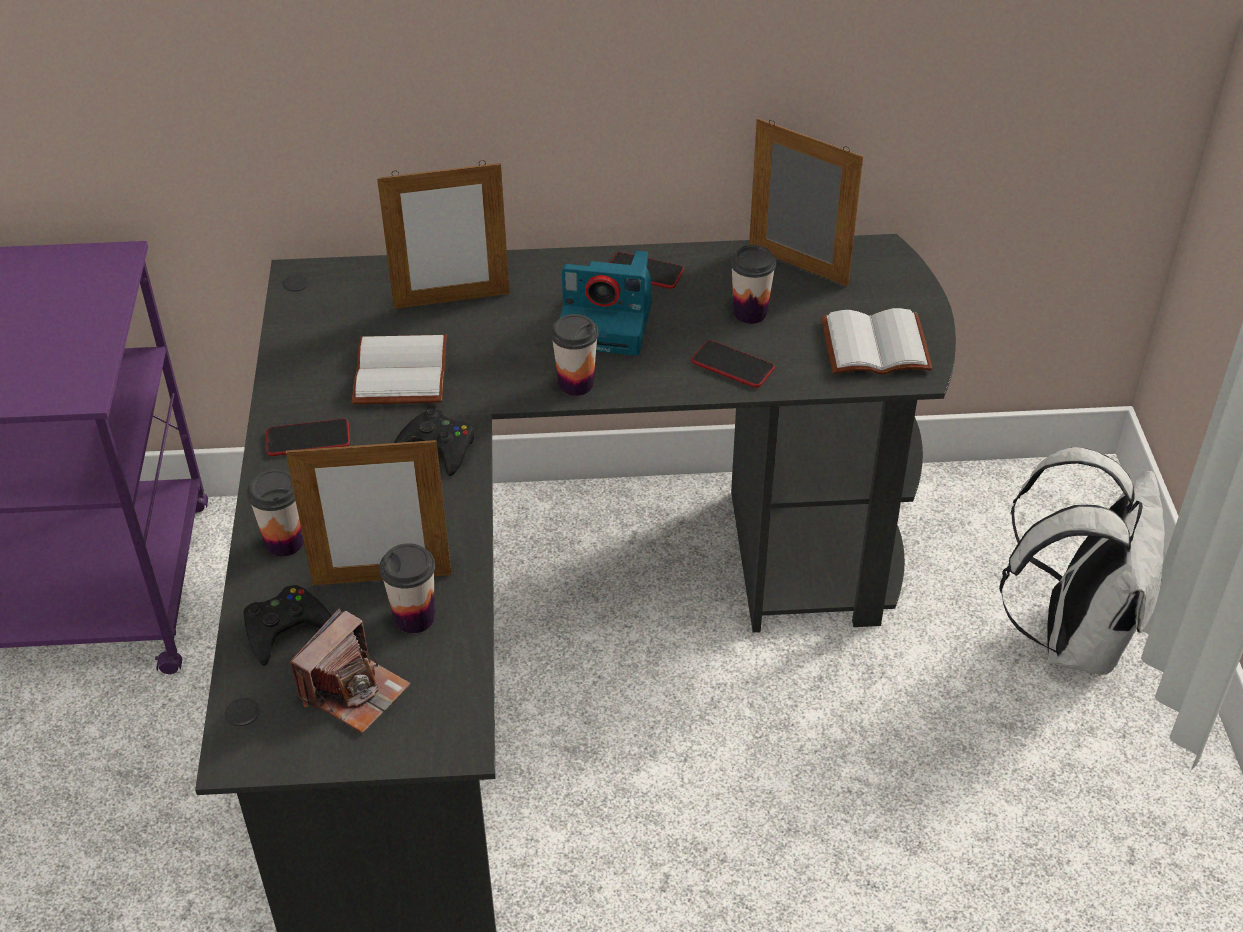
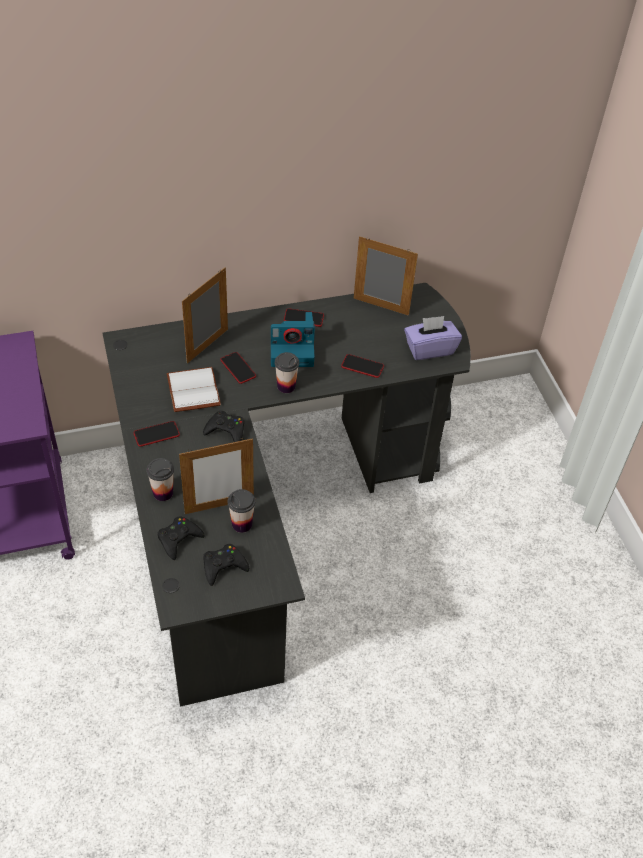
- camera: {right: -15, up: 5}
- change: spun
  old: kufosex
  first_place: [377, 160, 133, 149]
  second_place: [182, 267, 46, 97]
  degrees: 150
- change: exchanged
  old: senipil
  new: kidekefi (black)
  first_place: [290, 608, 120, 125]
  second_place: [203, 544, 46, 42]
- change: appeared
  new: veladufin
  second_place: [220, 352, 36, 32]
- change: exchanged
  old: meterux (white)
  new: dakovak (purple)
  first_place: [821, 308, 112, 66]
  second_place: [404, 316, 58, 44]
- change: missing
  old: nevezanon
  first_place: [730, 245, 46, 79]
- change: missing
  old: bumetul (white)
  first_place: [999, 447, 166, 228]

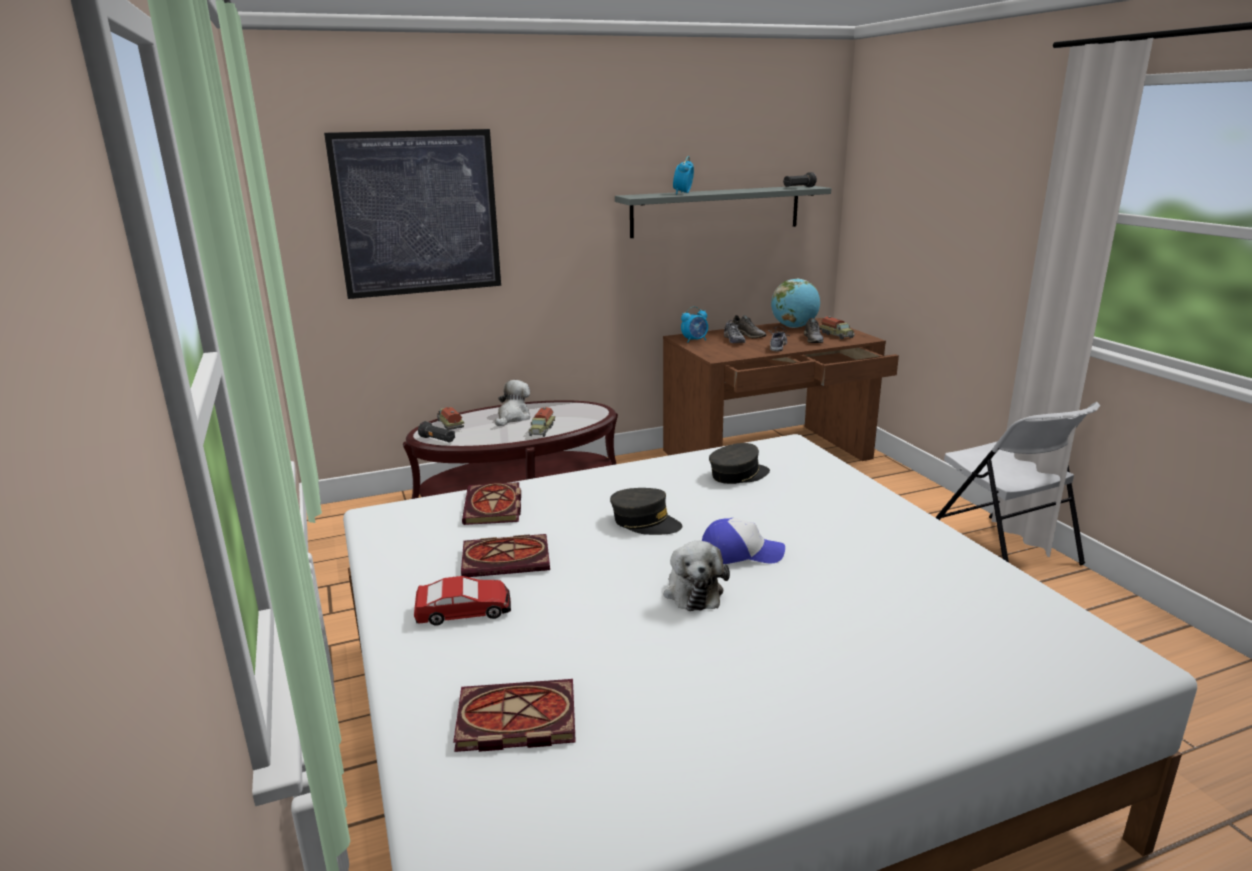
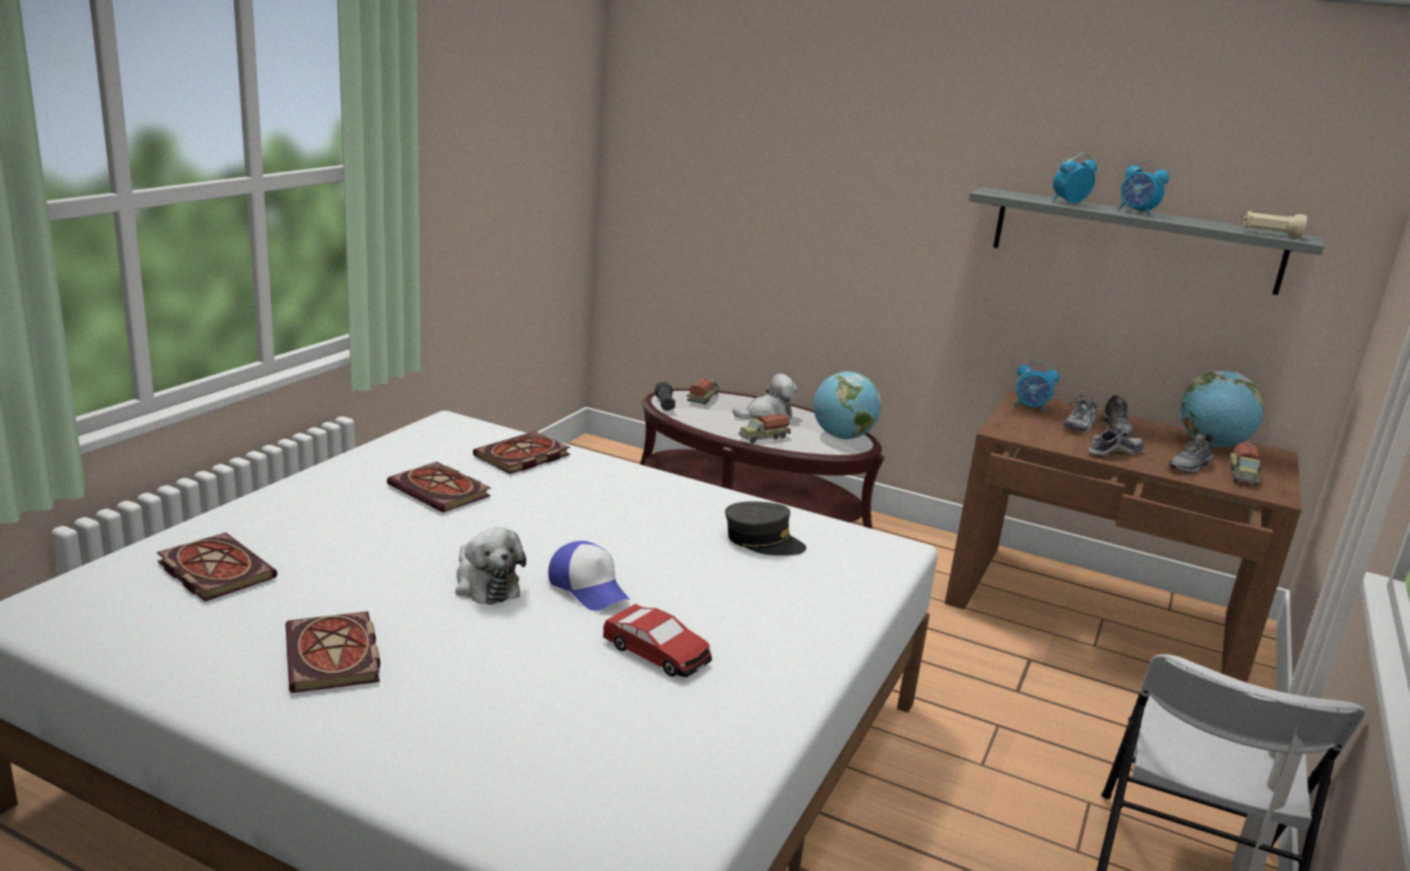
- camera: {right: 45, up: 0}
- change: appeared
  new: meterux
  second_place: [285, 611, 95, 82]
- change: spun
  old: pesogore
  first_place: [664, 541, 66, 70]
  second_place: [455, 527, 71, 78]
  degrees: -75
- change: relocated
  old: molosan
  first_place: [414, 576, 97, 50]
  second_place: [603, 604, 109, 73]
- change: appeared
  new: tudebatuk
  second_place: [813, 371, 69, 68]
- change: appeared
  new: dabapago
  second_place: [1118, 160, 51, 55]
- change: colour
  old: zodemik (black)
  new: zodemik (beige)
  first_place: [783, 172, 34, 15]
  second_place: [1243, 211, 64, 27]
- change: missing
  old: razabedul
  first_place: [324, 129, 177, 170]
- change: missing
  old: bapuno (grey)
  first_place: [610, 488, 72, 47]

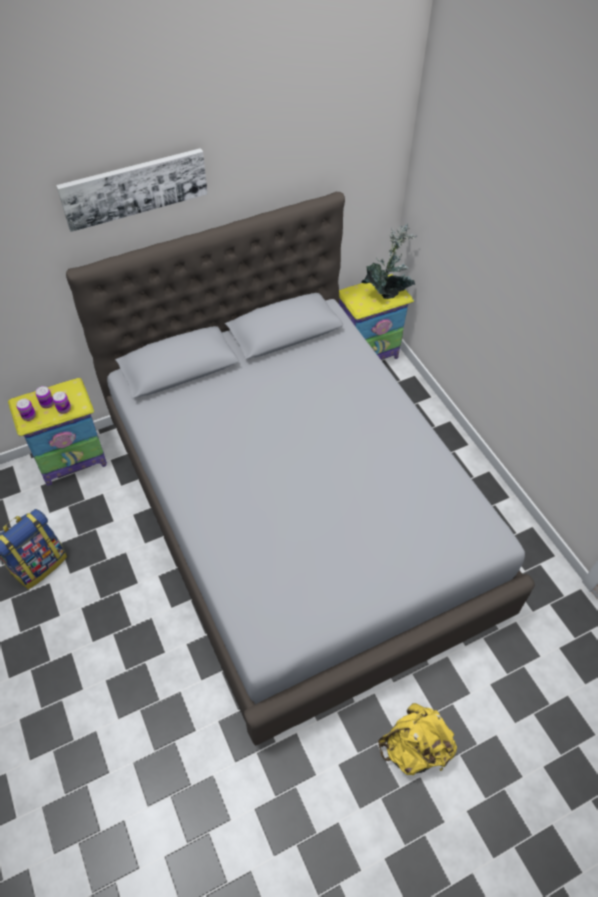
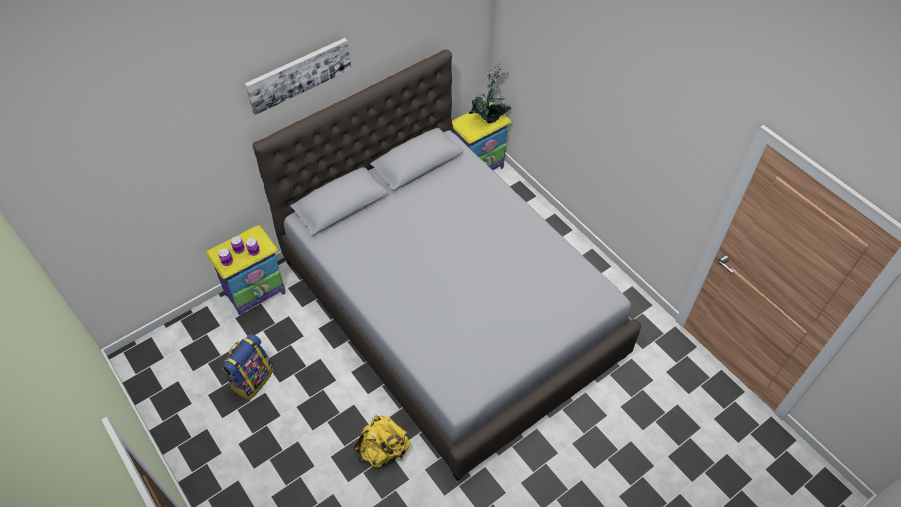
- camera: {right: -10, up: 0}
- change: relocated
  old: bumetul (yellow)
  first_place: [378, 703, 79, 72]
  second_place: [354, 415, 56, 52]

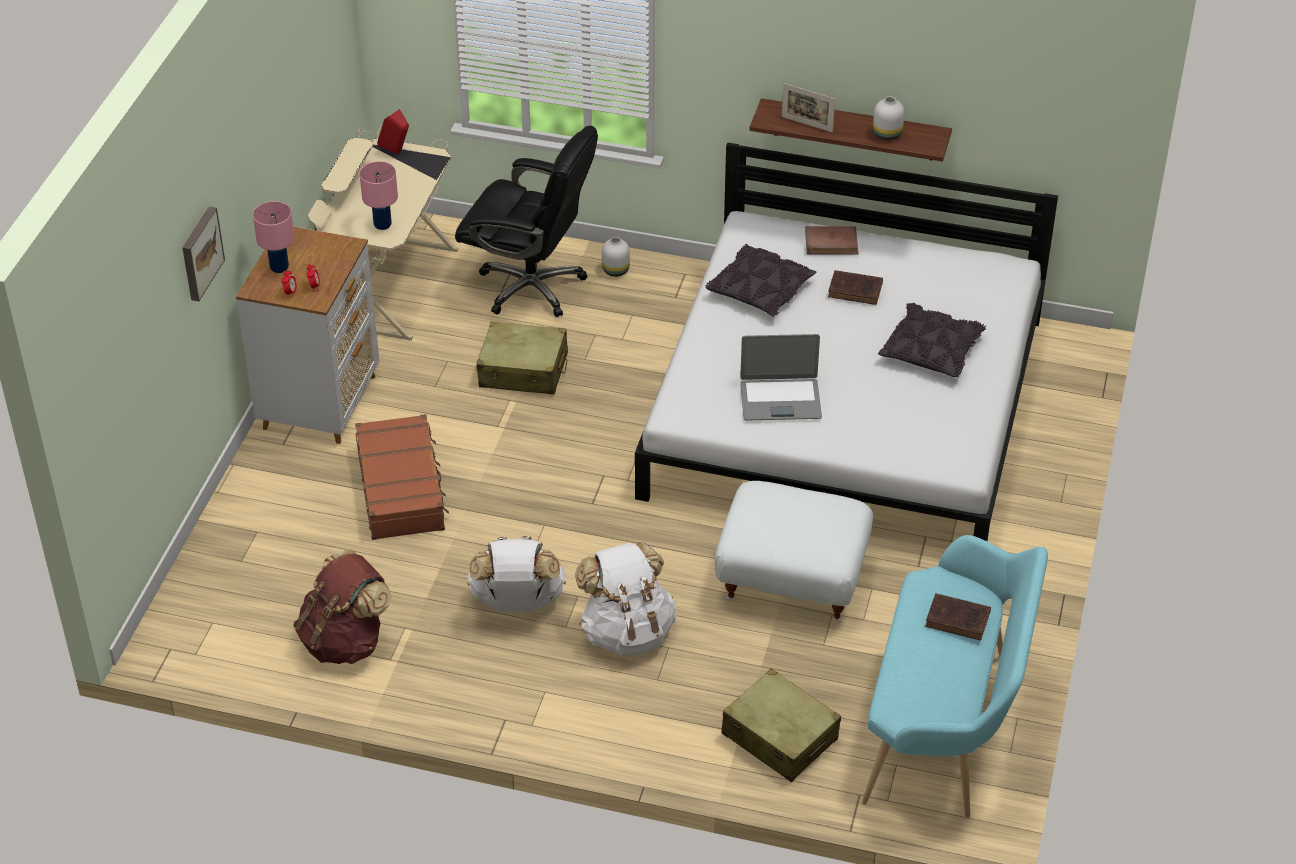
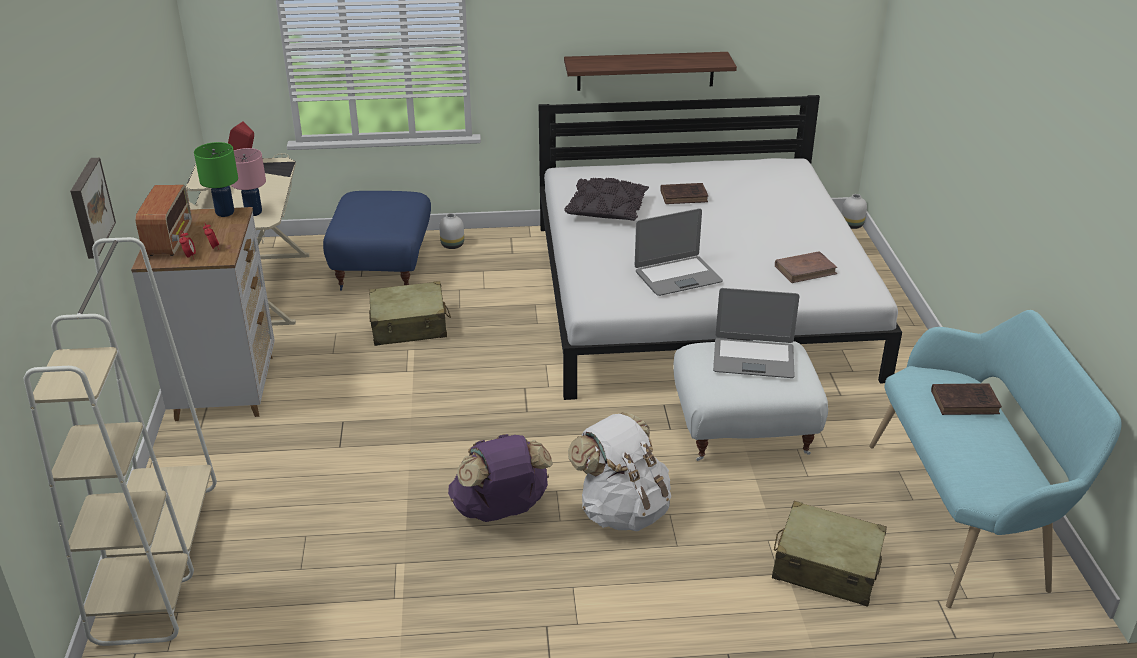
- camera: {right: -20, up: -10}
- change: appeared
  new: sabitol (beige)
  second_place: [24, 237, 193, 409]
- change: exchanged
  old: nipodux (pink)
  new: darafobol
  first_place: [253, 201, 41, 72]
  second_place: [135, 185, 57, 71]
- change: appeared
  new: nipodux (green)
  second_place: [194, 142, 44, 75]
- change: exchanged
  old: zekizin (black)
  new: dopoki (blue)
  first_place: [455, 126, 143, 191]
  second_place: [323, 191, 108, 100]
- change: colour
  old: bumetul (white)
  new: bumetul (purple)
  first_place: [467, 536, 99, 76]
  second_place: [448, 434, 105, 88]
- change: appeared
  new: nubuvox
  second_place: [713, 288, 86, 90]
- change: relocated
  old: meterux (brown)
  first_place: [805, 226, 54, 28]
  second_place: [775, 251, 63, 32]
- change: relocated
  old: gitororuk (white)
  first_place: [873, 96, 31, 45]
  second_place: [842, 194, 25, 35]
- change: missing
  old: bumetul (brown)
  first_place: [293, 549, 99, 115]
- change: missing
  old: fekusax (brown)
  first_place: [355, 414, 94, 126]
- change: missing
  old: kufosex
  first_place: [782, 83, 53, 50]
- change: missing
  old: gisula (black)
  first_place: [878, 303, 108, 74]

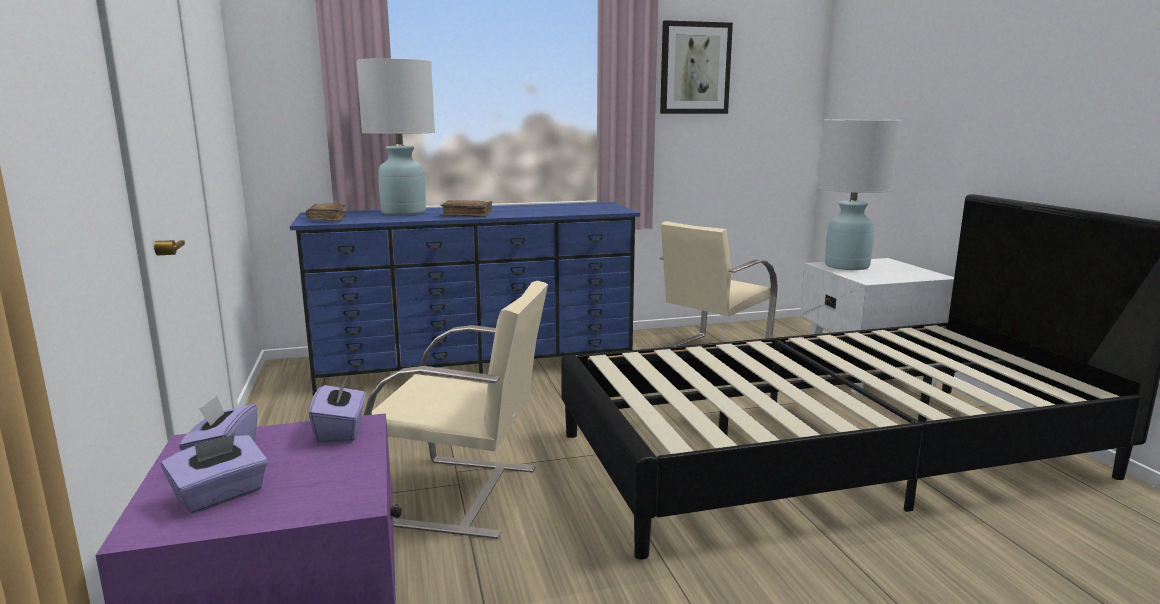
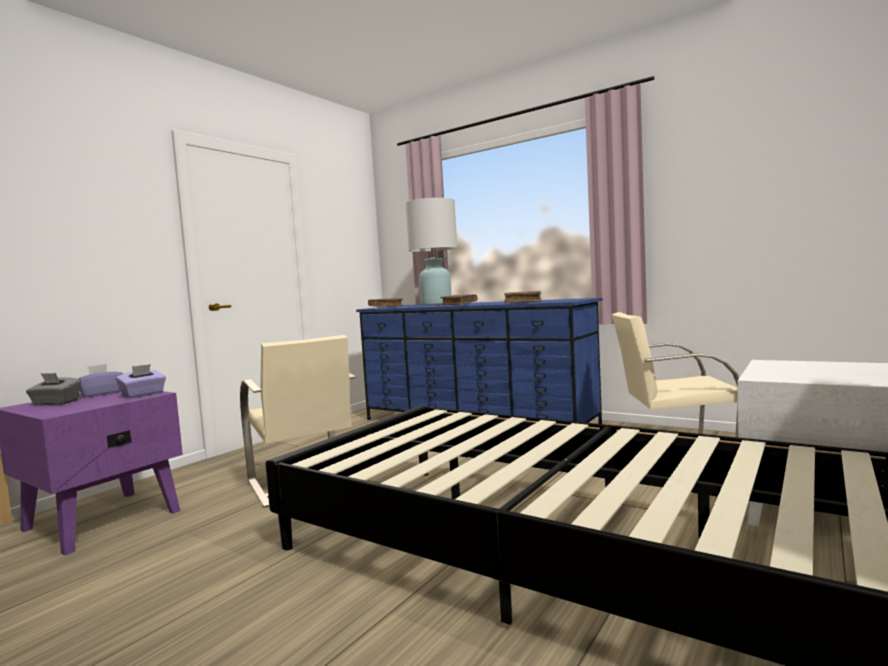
- camera: {right: 50, up: -10}
- change: colour
  old: dakovak (purple)
  new: dakovak (grey)
  first_place: [161, 434, 107, 80]
  second_place: [26, 373, 55, 33]
- change: appeared
  new: meterux (brown)
  second_place: [504, 291, 38, 13]
- change: missing
  old: razabedul
  first_place: [660, 20, 73, 94]
- change: missing
  old: nipodux (white)
  first_place: [818, 119, 82, 151]

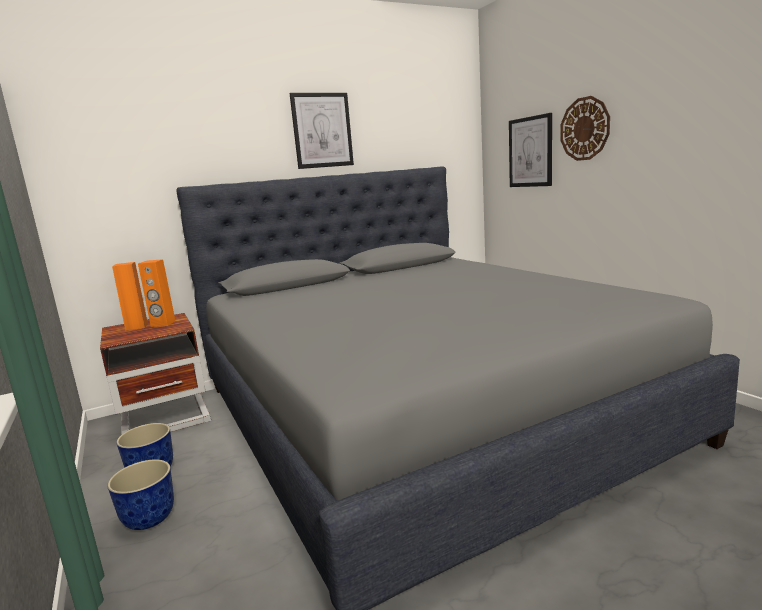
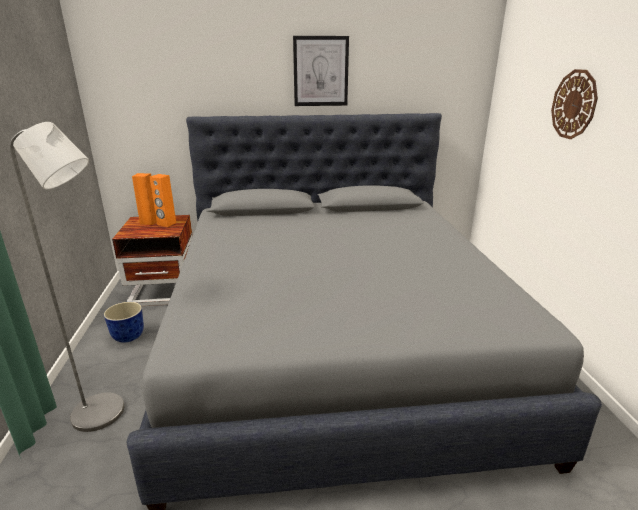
- camera: {right: 20, up: 10}
- change: appeared
  new: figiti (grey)
  second_place: [10, 122, 115, 310]
- change: missing
  old: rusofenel
  first_place: [107, 459, 67, 71]
- change: missing
  old: razabedul
  first_place: [509, 113, 43, 74]

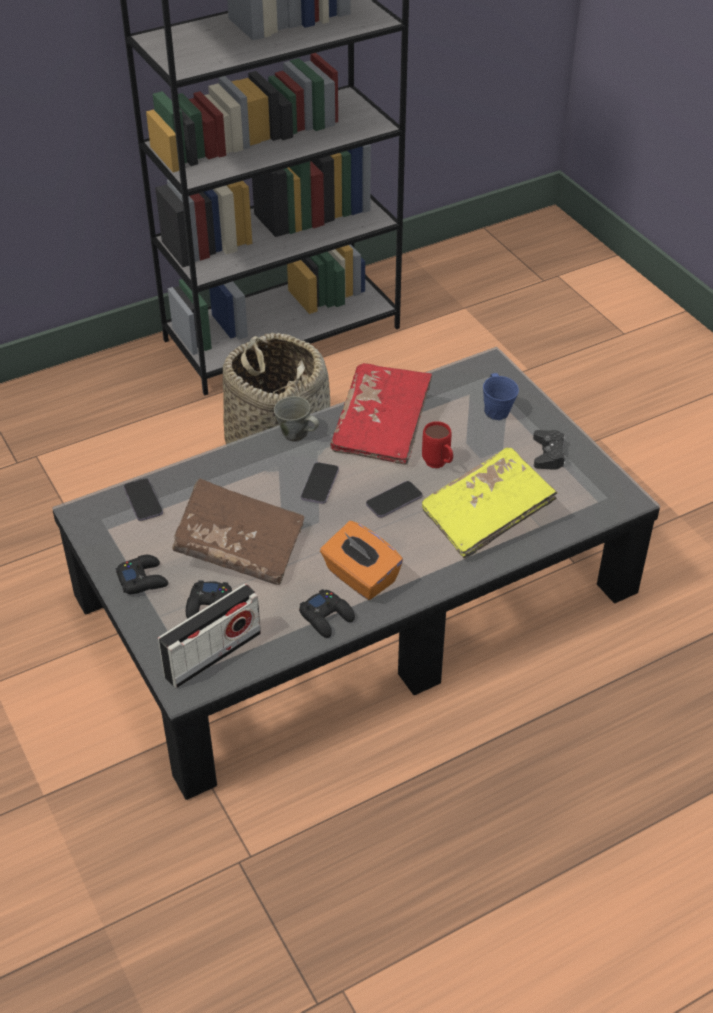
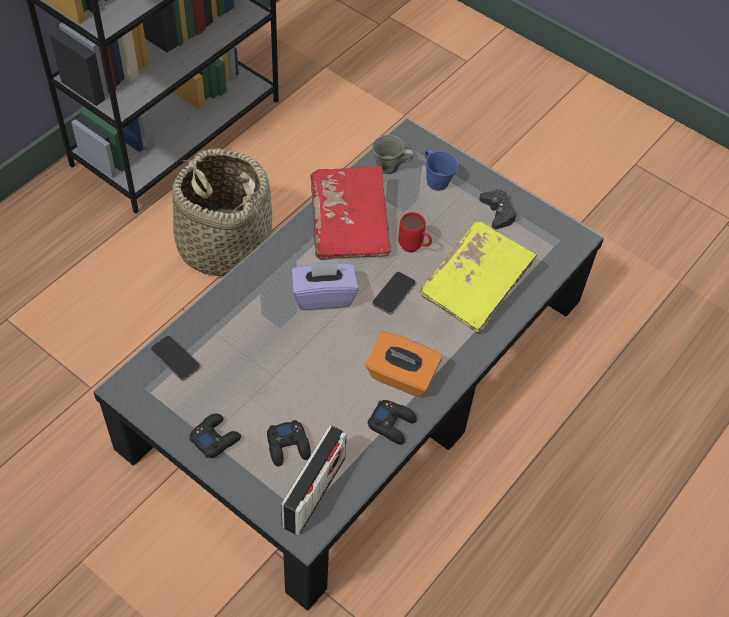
- camera: {right: -25, up: 10}
- change: exchanged
  old: veladufin
  new: dakovak (purple)
  first_place: [301, 462, 38, 42]
  second_place: [291, 261, 67, 49]
- change: relocated
  old: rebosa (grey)
  first_place: [274, 396, 45, 46]
  second_place: [372, 135, 42, 39]
- change: missing
  old: meterux (brown)
  first_place: [172, 478, 132, 107]

